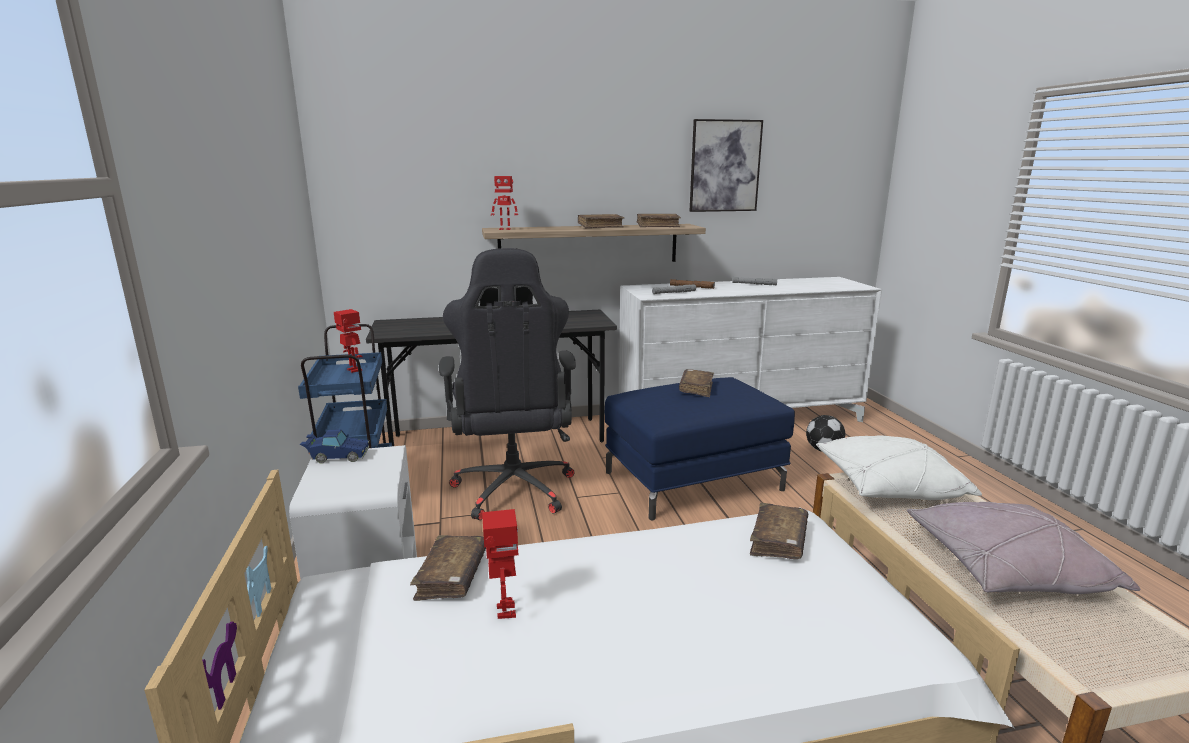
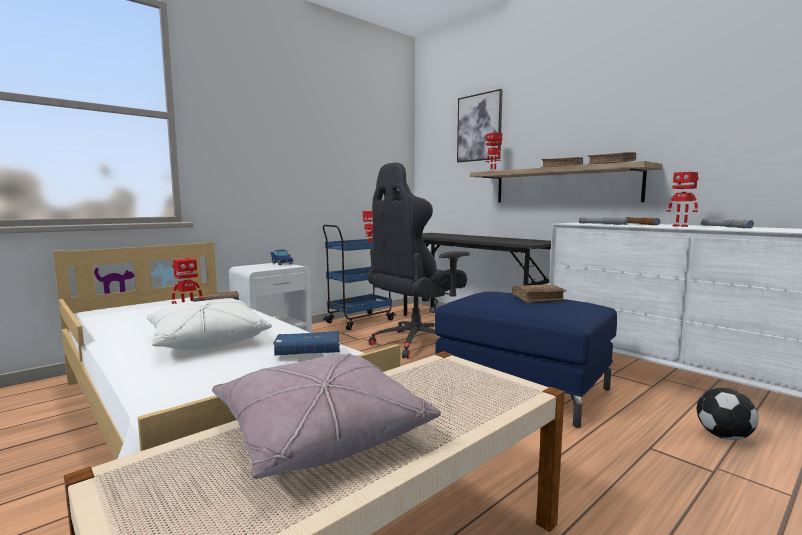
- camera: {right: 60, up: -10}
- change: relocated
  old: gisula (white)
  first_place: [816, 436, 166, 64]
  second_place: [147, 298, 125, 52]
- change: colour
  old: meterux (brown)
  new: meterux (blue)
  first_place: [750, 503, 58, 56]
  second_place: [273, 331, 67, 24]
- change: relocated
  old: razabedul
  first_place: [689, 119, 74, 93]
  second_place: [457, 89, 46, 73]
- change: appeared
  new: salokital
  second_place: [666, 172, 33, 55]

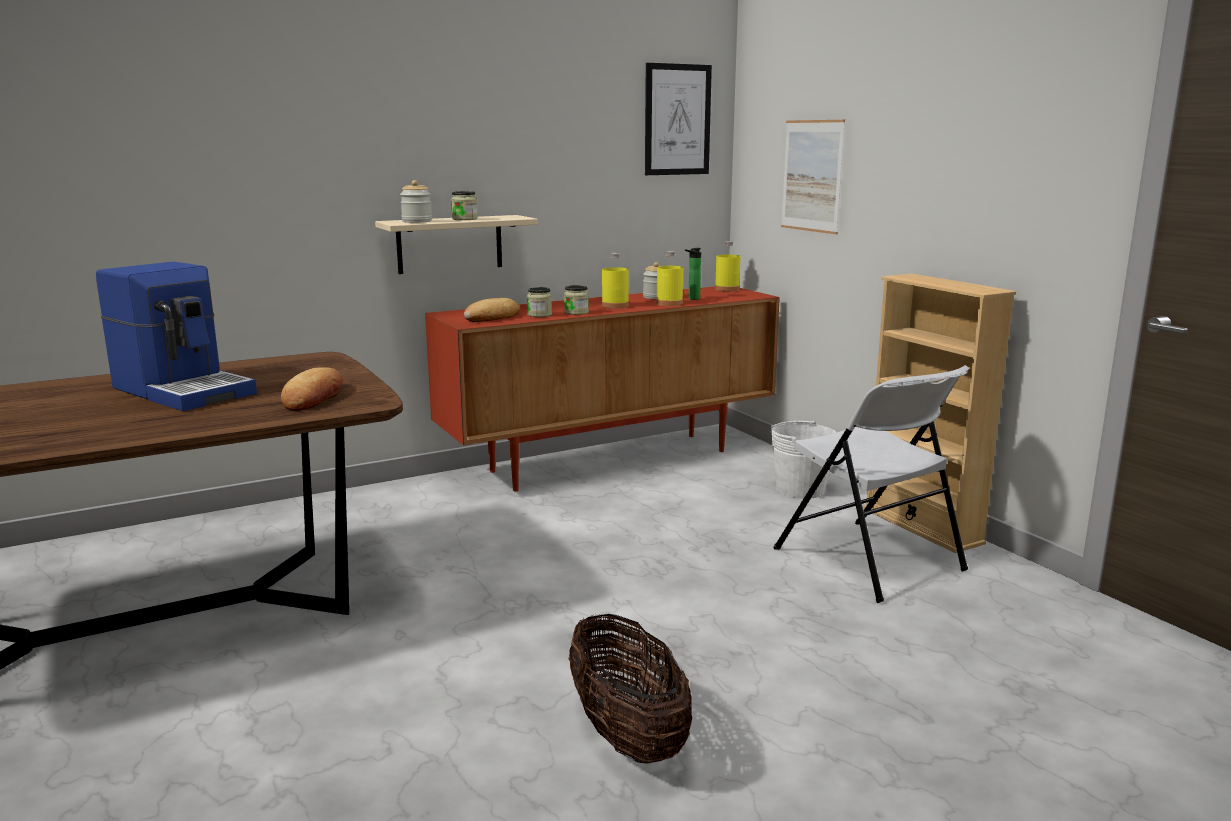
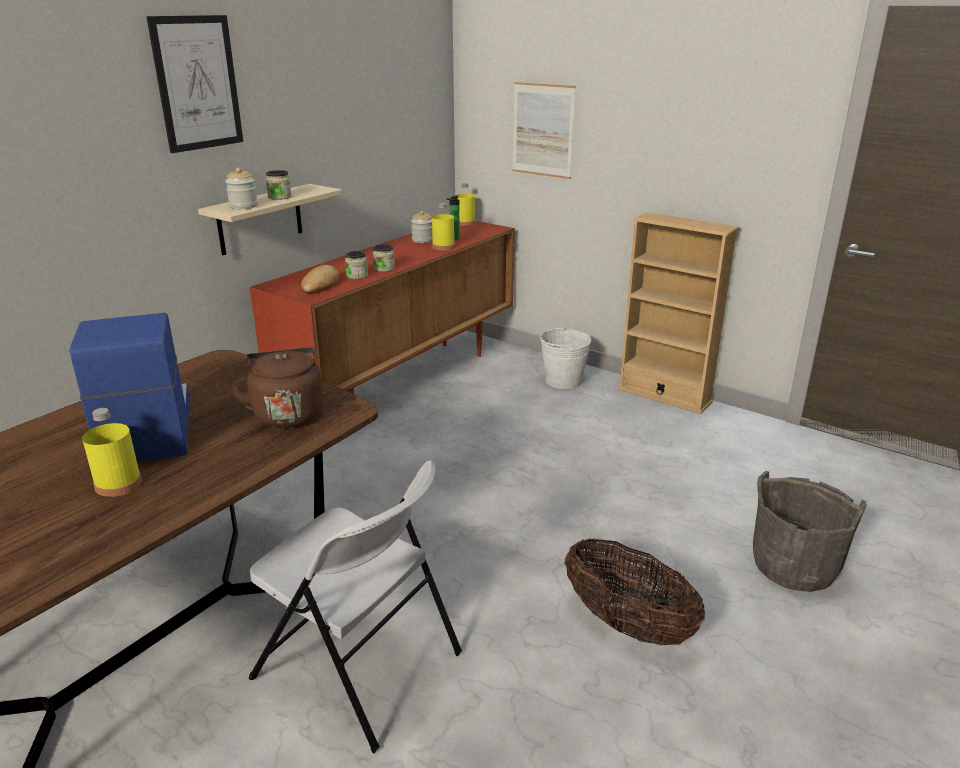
- camera: {right: -25, up: 10}
- change: spun
  old: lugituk
  first_place: [96, 262, 161, 149]
  second_place: [69, 313, 121, 150]
  degrees: -120
- change: relocated
  old: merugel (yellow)
  first_place: [602, 253, 27, 55]
  second_place: [82, 408, 60, 89]
- change: relocated
  old: razabedul
  first_place: [645, 63, 67, 112]
  second_place: [146, 15, 97, 138]
- change: exchanged
  old: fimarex
  new: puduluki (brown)
  first_place: [281, 367, 62, 44]
  second_place: [230, 347, 93, 81]
- change: relocated
  old: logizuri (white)
  first_place: [774, 365, 195, 238]
  second_place: [249, 460, 213, 294]
- change: appeared
  new: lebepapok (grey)
  second_place: [753, 471, 114, 121]

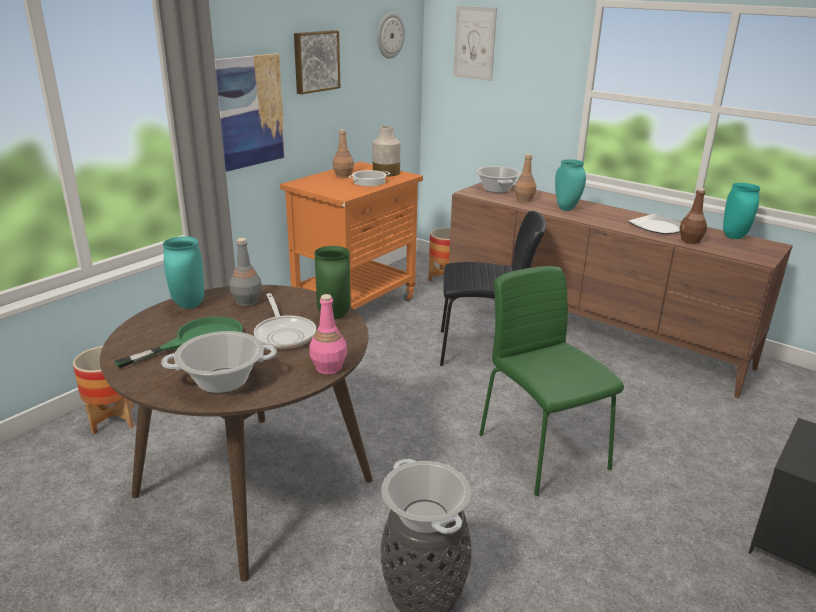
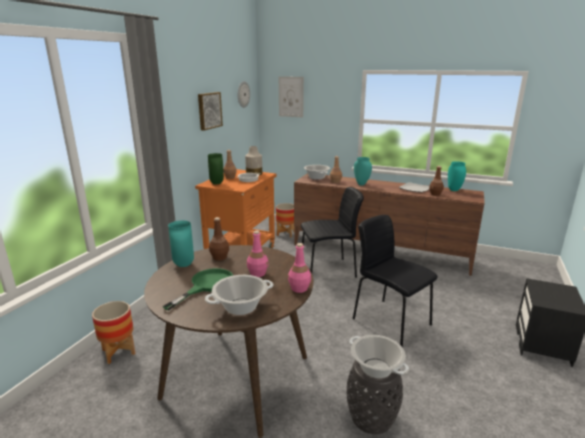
- camera: {right: -15, up: -5}
- change: relocated
  old: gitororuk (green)
  first_place: [315, 246, 35, 73]
  second_place: [208, 153, 16, 31]
- change: colour
  old: merugel (grey)
  new: merugel (brown)
  first_place: [230, 238, 32, 68]
  second_place: [209, 217, 20, 44]
- change: exchanged
  old: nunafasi
  new: merugel (pink)
  first_place: [254, 293, 62, 56]
  second_place: [247, 231, 22, 46]
- change: colour
  old: logizuri (green)
  new: logizuri (black)
  first_place: [479, 266, 145, 230]
  second_place: [353, 215, 85, 132]
- change: missing
  old: razabedul
  first_place: [215, 53, 70, 119]

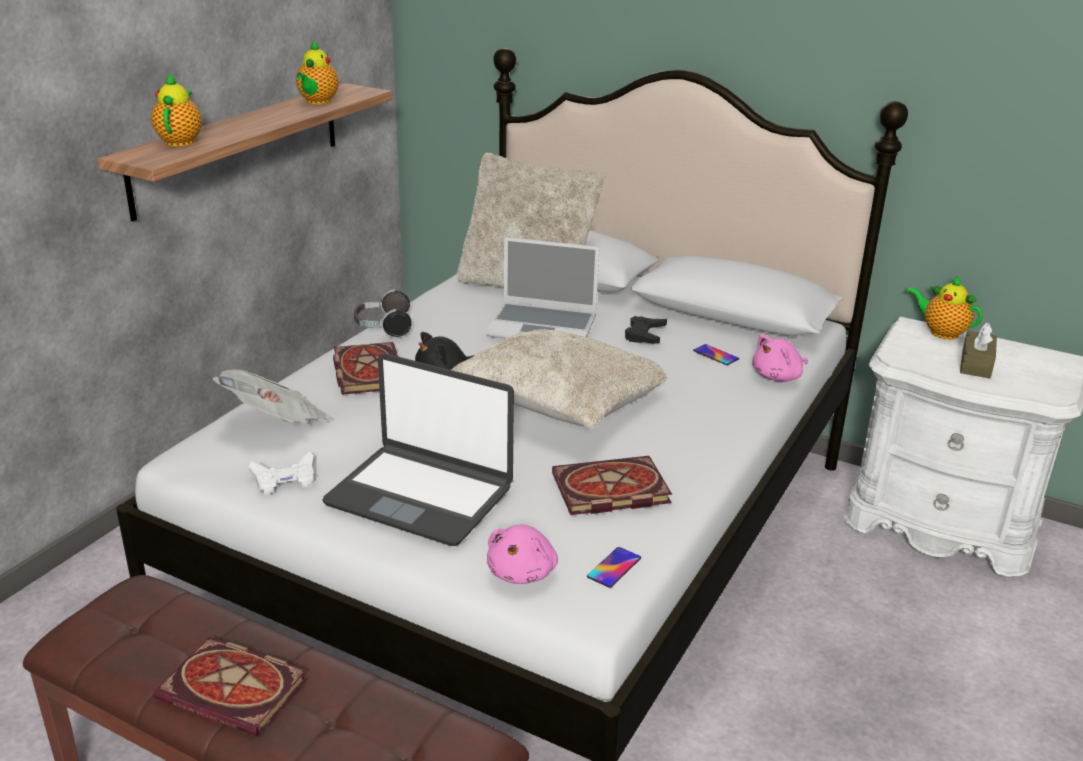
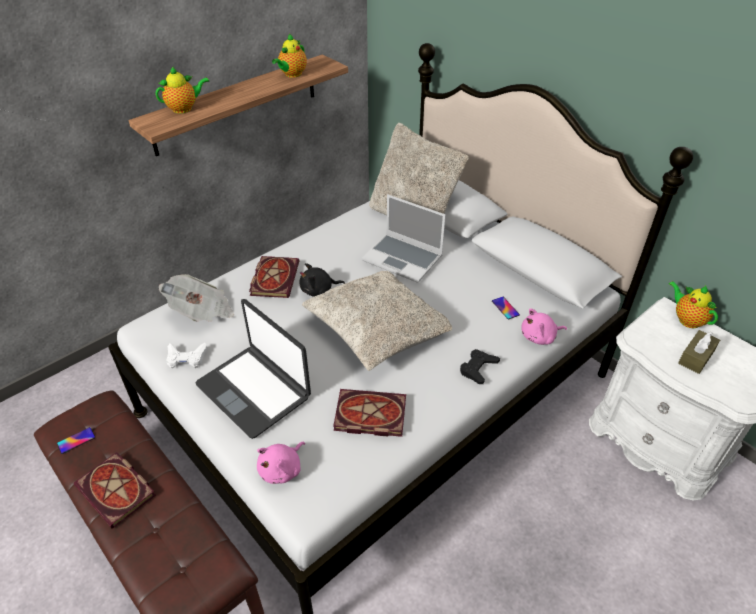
- camera: {right: 20, up: 15}
- change: relocated
  old: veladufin
  first_place: [587, 547, 54, 41]
  second_place: [57, 427, 38, 27]
- change: spun
  old: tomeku
  first_place: [151, 73, 51, 73]
  second_place: [155, 66, 54, 47]
  degrees: 45
- change: relocated
  old: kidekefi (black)
  first_place: [625, 316, 42, 28]
  second_place: [460, 349, 40, 35]
- change: missing
  old: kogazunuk
  first_place: [354, 289, 58, 49]

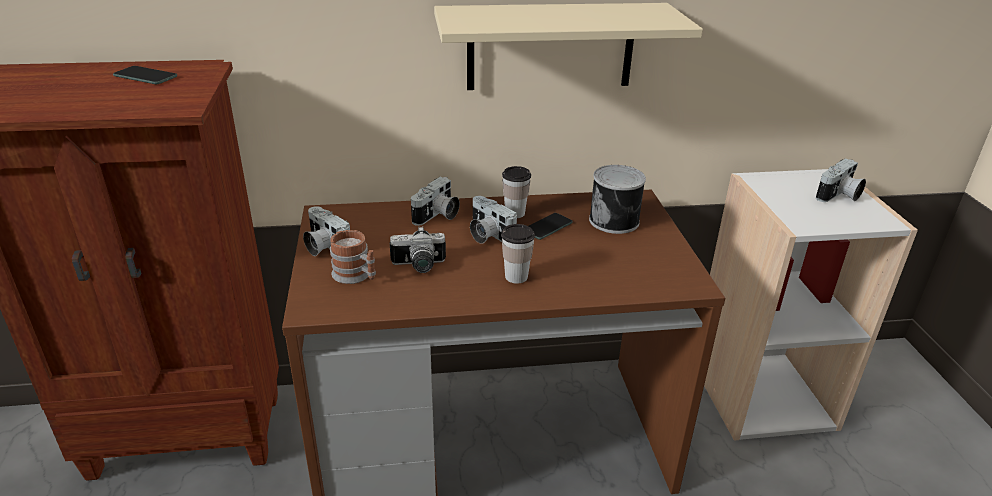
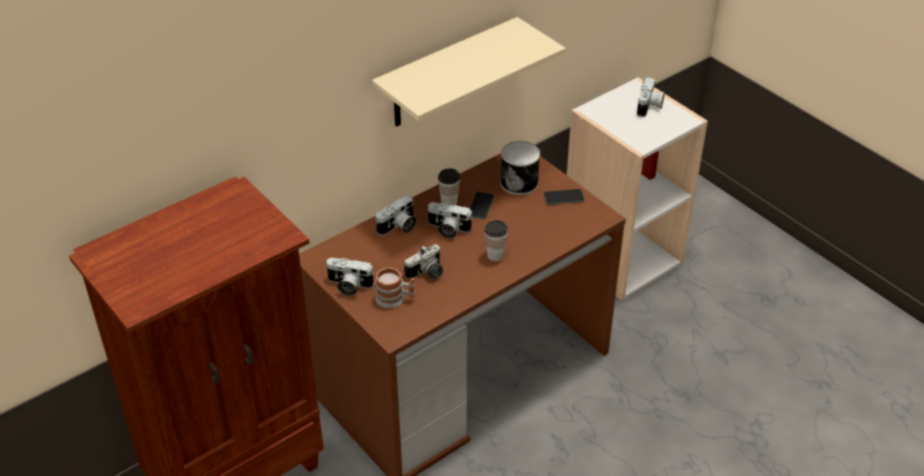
- camera: {right: -30, up: 10}
- change: spun
  old: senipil
  first_place: [411, 177, 49, 49]
  second_place: [376, 195, 41, 40]
  degrees: 45
- change: relocated
  old: veladufin
  first_place: [113, 66, 64, 18]
  second_place: [544, 189, 41, 16]

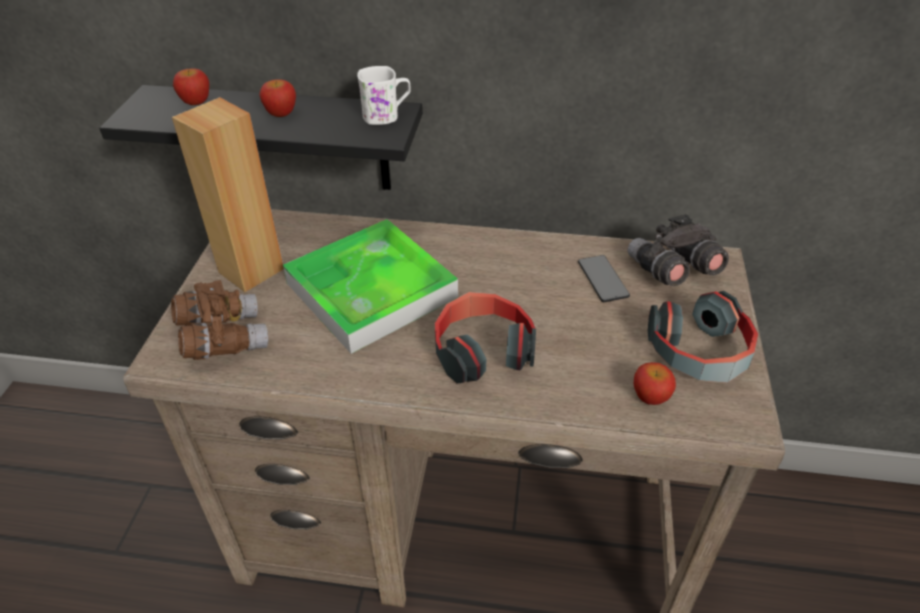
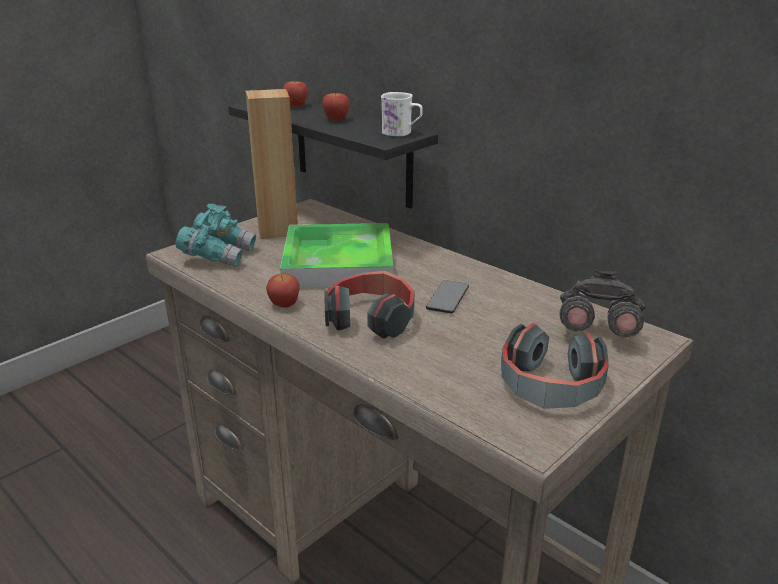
- camera: {right: 35, up: -15}
- change: colour
  old: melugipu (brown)
  new: melugipu (turquoise)
  first_place: [171, 280, 97, 80]
  second_place: [175, 204, 81, 63]
- change: relocated
  old: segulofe
  first_place: [634, 362, 42, 43]
  second_place: [266, 273, 34, 35]
- change: relocated
  old: veladufin
  first_place: [578, 255, 52, 47]
  second_place: [426, 280, 43, 33]

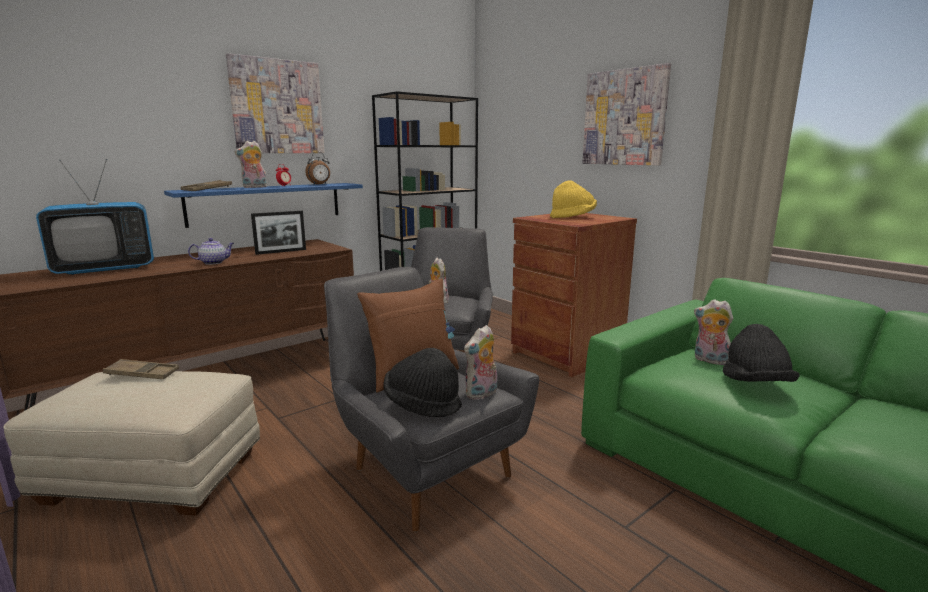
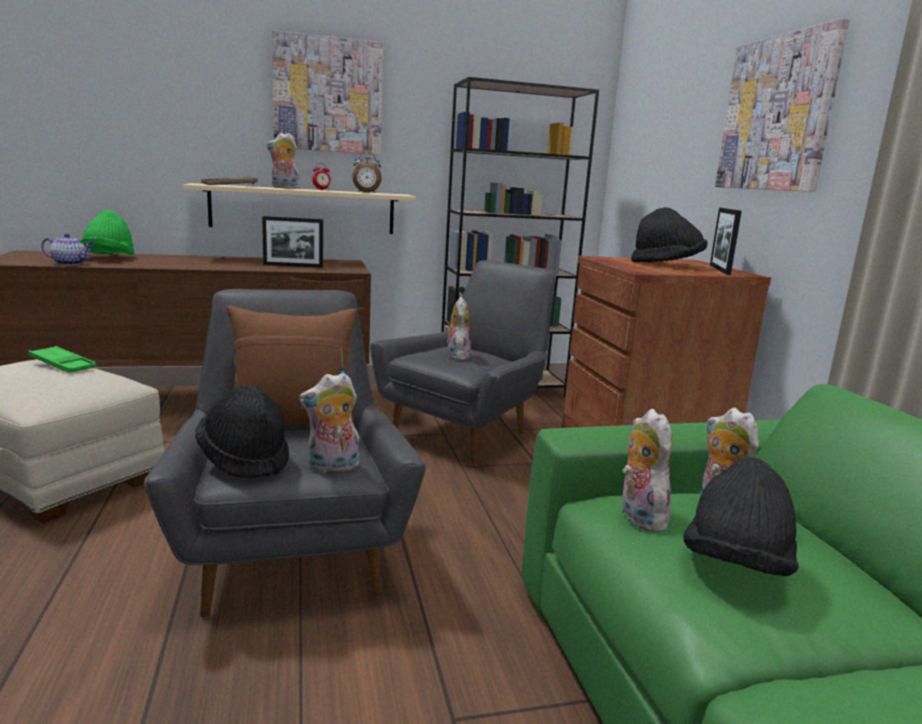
- camera: {right: 25, up: 0}
- change: colour
  old: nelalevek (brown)
  new: nelalevek (green)
  first_place: [103, 359, 76, 20]
  second_place: [28, 346, 69, 27]
- change: relocated
  old: tomeku
  first_place: [188, 238, 46, 27]
  second_place: [41, 233, 53, 32]
- change: exchanged
  old: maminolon
  new: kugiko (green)
  first_place: [36, 159, 118, 116]
  second_place: [80, 210, 54, 45]
- change: colour
  old: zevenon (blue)
  new: zevenon (beige)
  first_place: [164, 183, 199, 45]
  second_place: [183, 183, 232, 51]
- change: appeared
  new: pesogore
  second_place: [622, 409, 51, 123]
- change: colour
  old: kugiko (yellow)
  new: kugiko (black)
  first_place: [550, 180, 47, 38]
  second_place: [631, 207, 76, 56]
- change: appeared
  new: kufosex
  second_place: [710, 208, 32, 67]

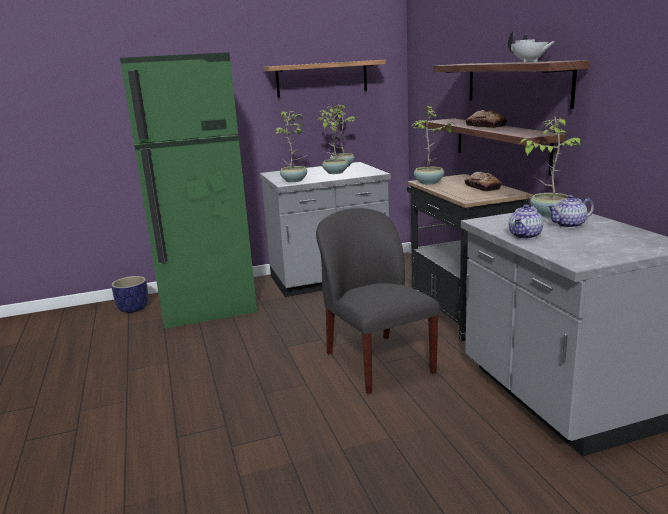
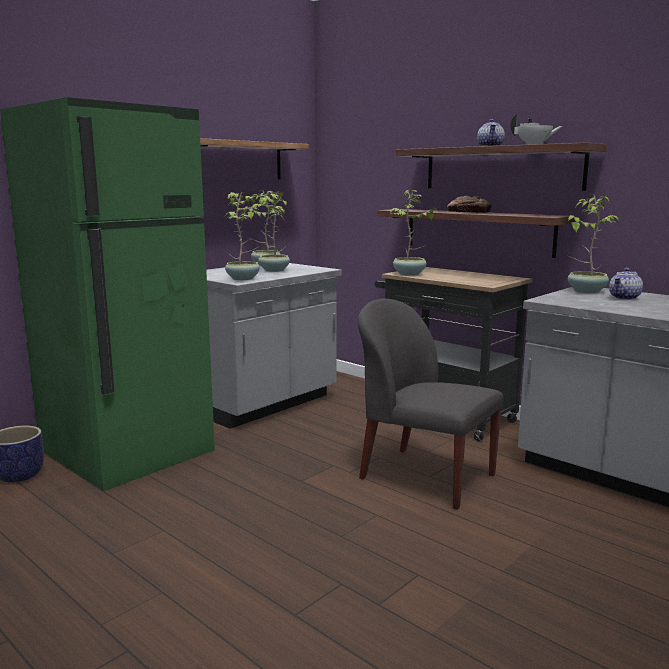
- camera: {right: -30, up: -5}
- change: relocated
  old: tomeku
  first_place: [509, 204, 34, 35]
  second_place: [477, 119, 28, 27]
- change: missing
  old: fimarex
  first_place: [465, 172, 37, 19]

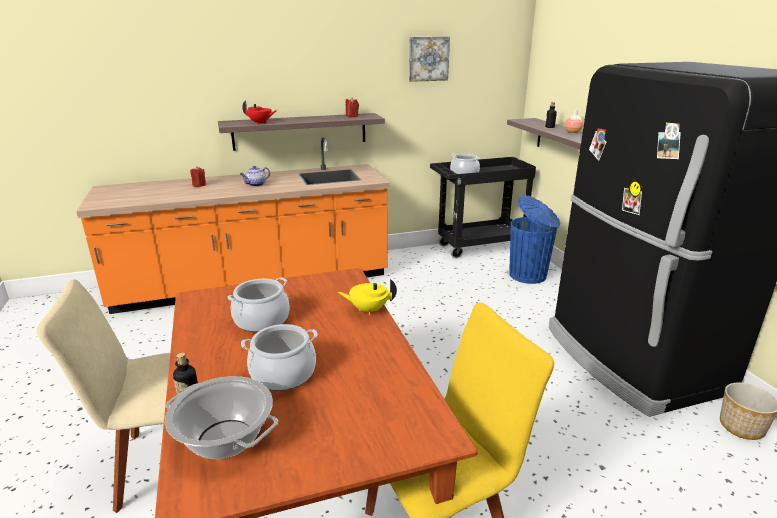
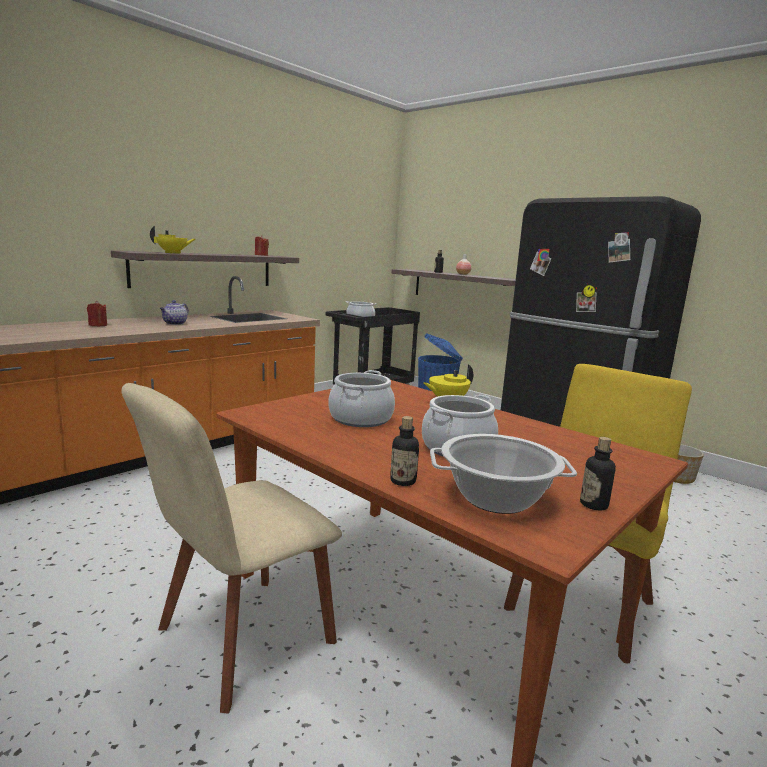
- camera: {right: -30, up: -10}
- change: colour
  old: tomeku (red)
  new: tomeku (yellow)
  first_place: [242, 100, 35, 24]
  second_place: [150, 226, 45, 28]
- change: appeared
  new: merugel
  second_place: [580, 437, 36, 73]
- change: missing
  old: razabedul
  first_place: [409, 37, 41, 45]

